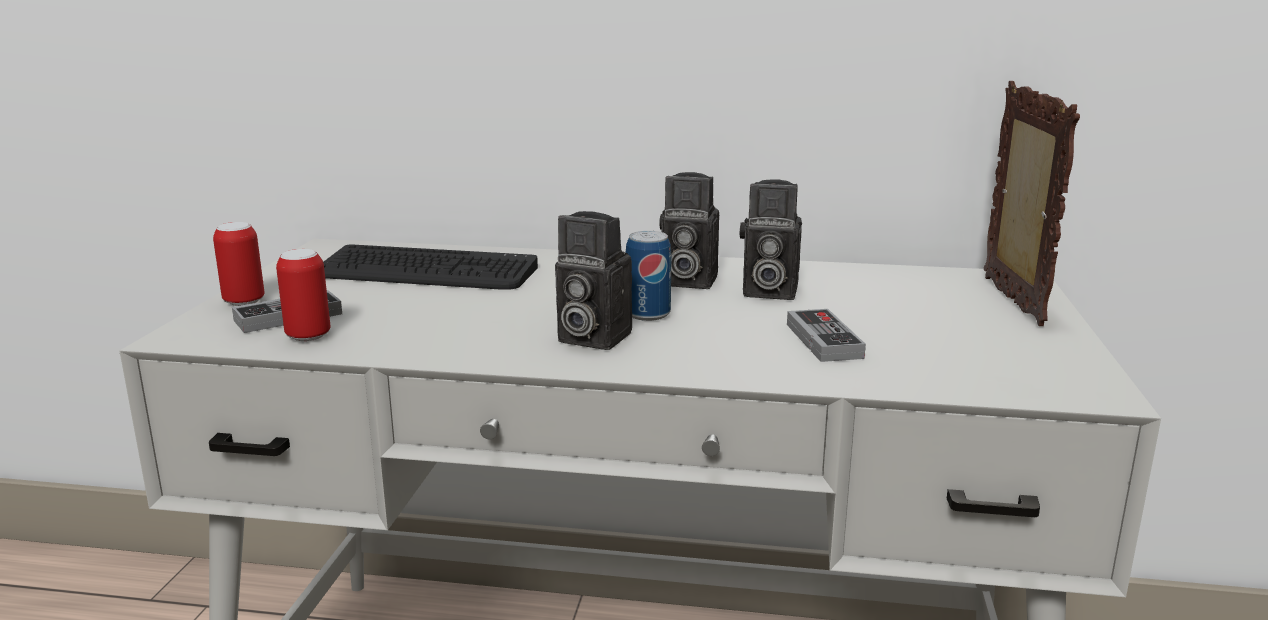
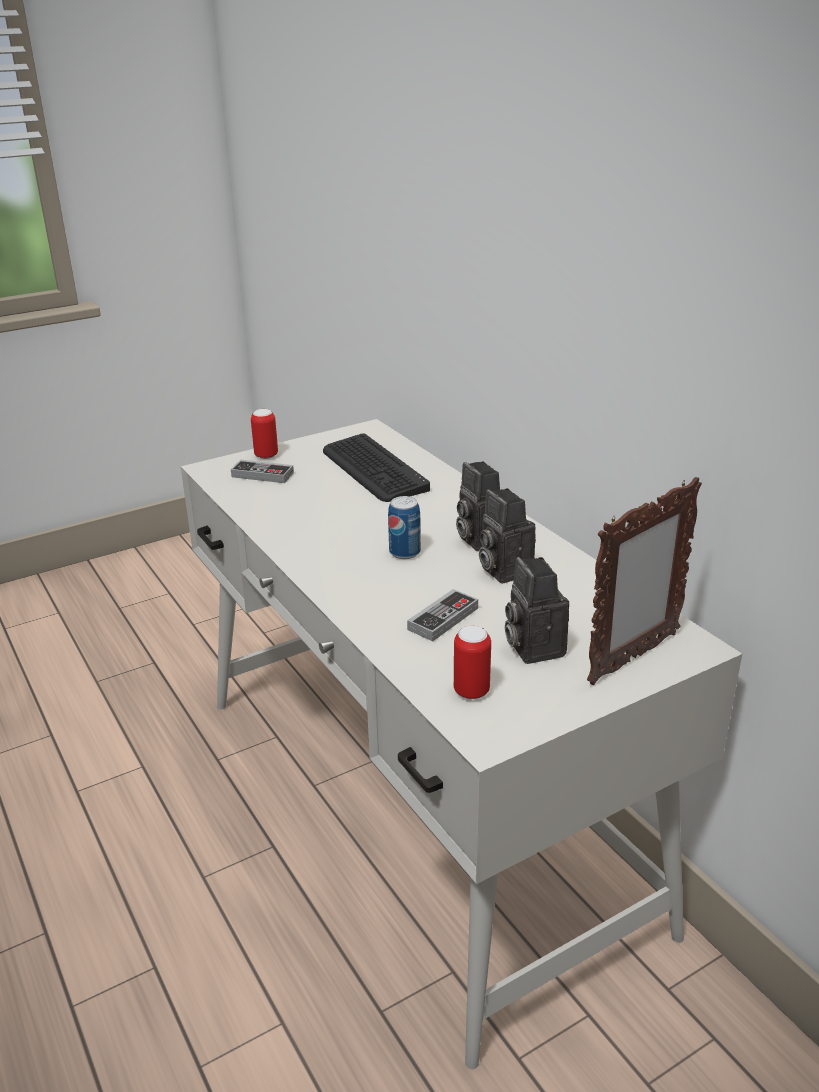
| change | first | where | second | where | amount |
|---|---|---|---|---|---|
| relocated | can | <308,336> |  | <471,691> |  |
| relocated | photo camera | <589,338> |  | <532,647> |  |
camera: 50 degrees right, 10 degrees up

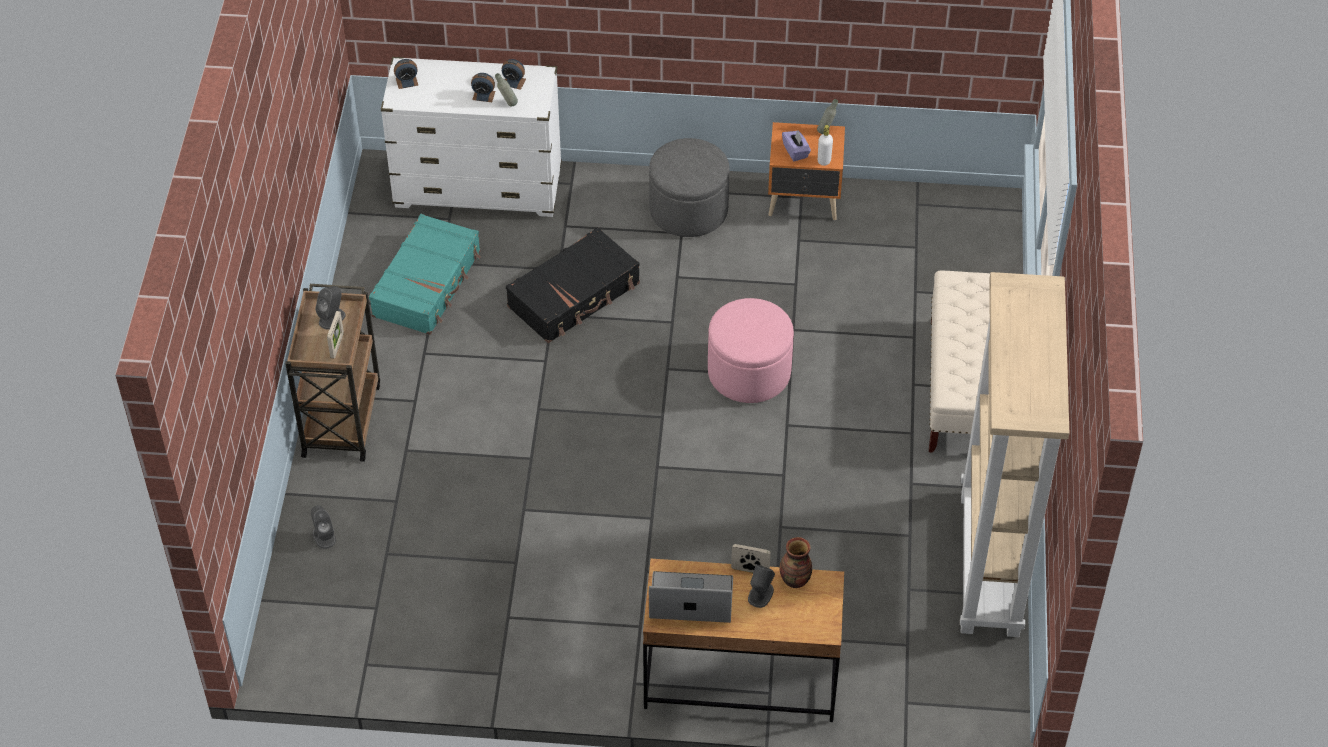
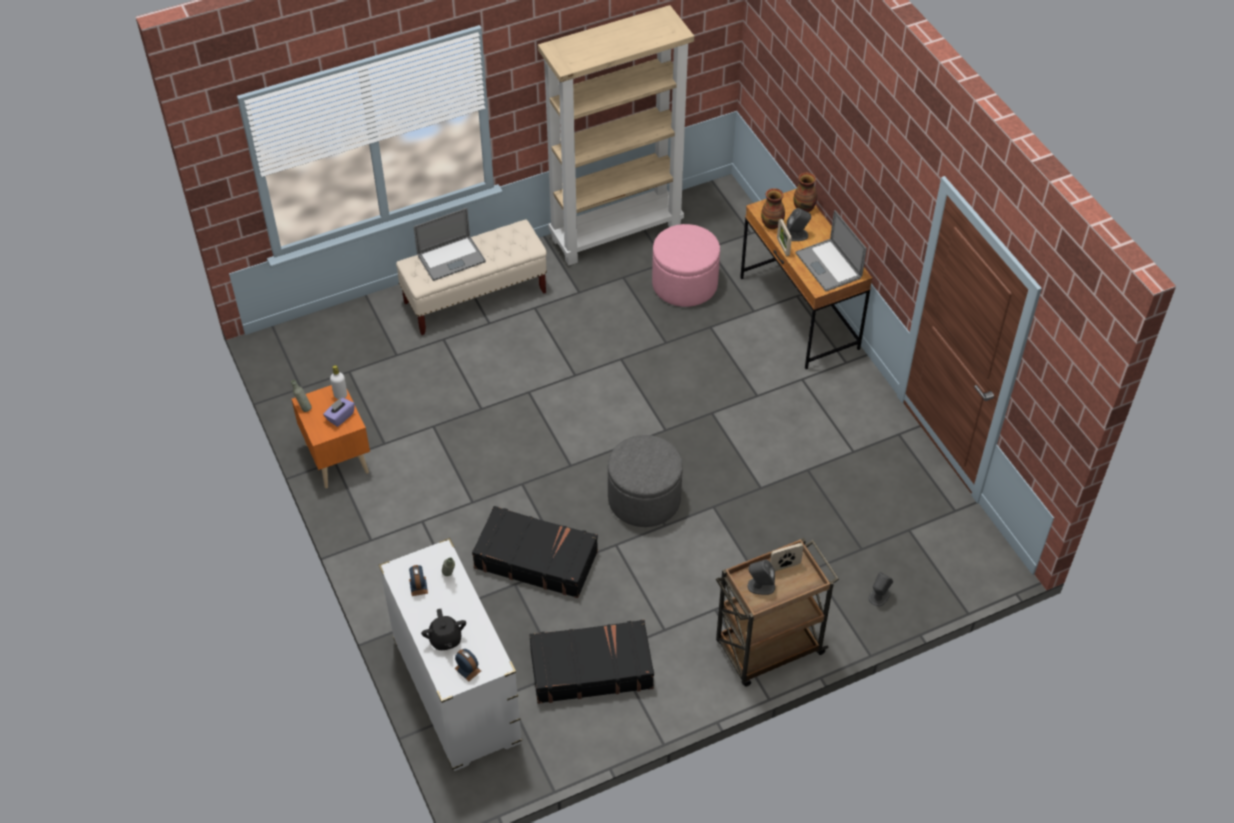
| change | first | where | second | where | amount |
|---|---|---|---|---|---|
| appeared |  |  | laptop | <451,258> |  |
| appeared |  |  | black teapot | <445,639> |  |
| colour | turquoise suitcase | <428,284> | black suitcase | <591,668> |  |
| relocated | grey ottoman | <688,210> |  | <644,499> |  |
| relocated | pink ottoman | <749,372> |  | <684,284> |  |
| appeared |  |  | vase | <804,208> |  |
| missing | alarm clock | <483,95> |  |  |  |
camera: 120 degrees left, 0 degrees up

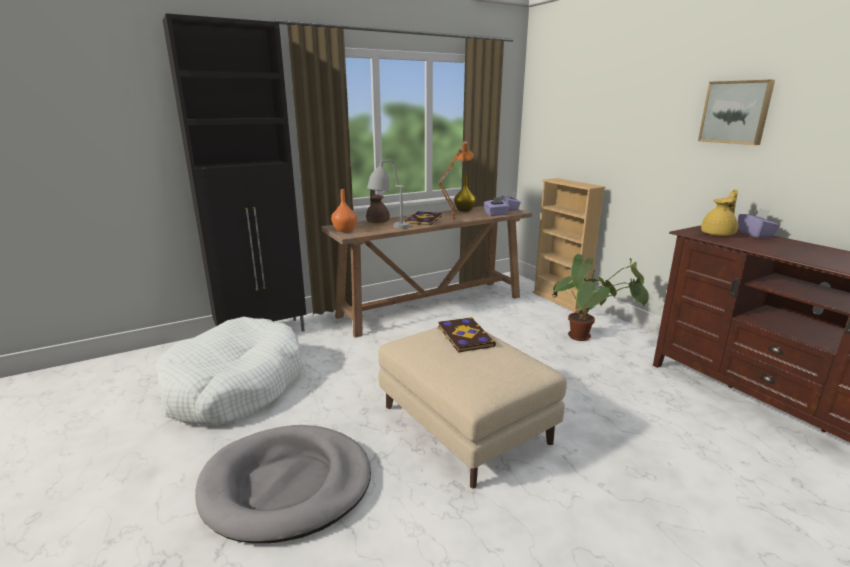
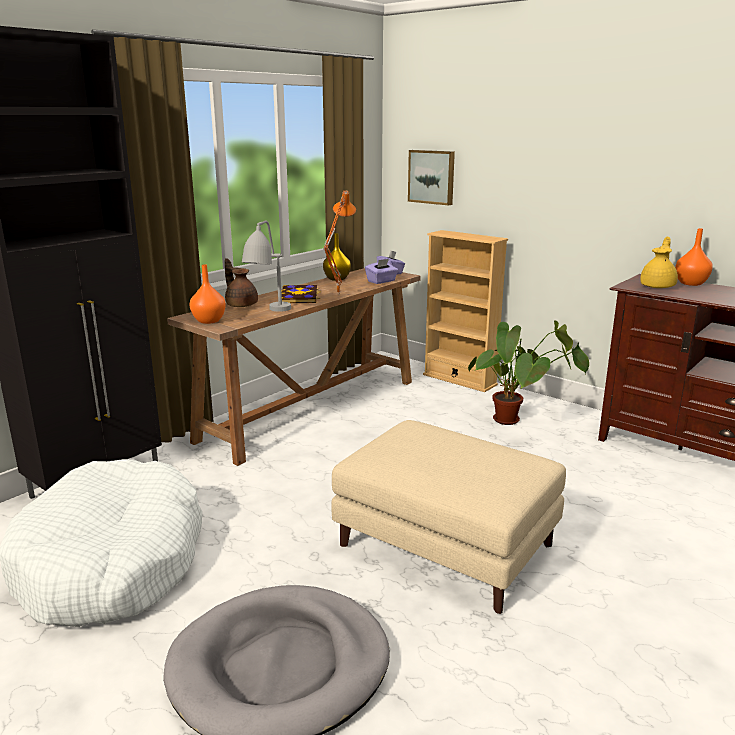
| change | first | where | second | where | amount |
|---|---|---|---|---|---|
| relocated | picture | <736,112> |  | <432,177> |  |
| exchanged | purple tissue box | <755,234> | orange vase | <690,283> |  |
| missing | book | <464,336> |  |  |  |
camera: 20 degrees left, 0 degrees up

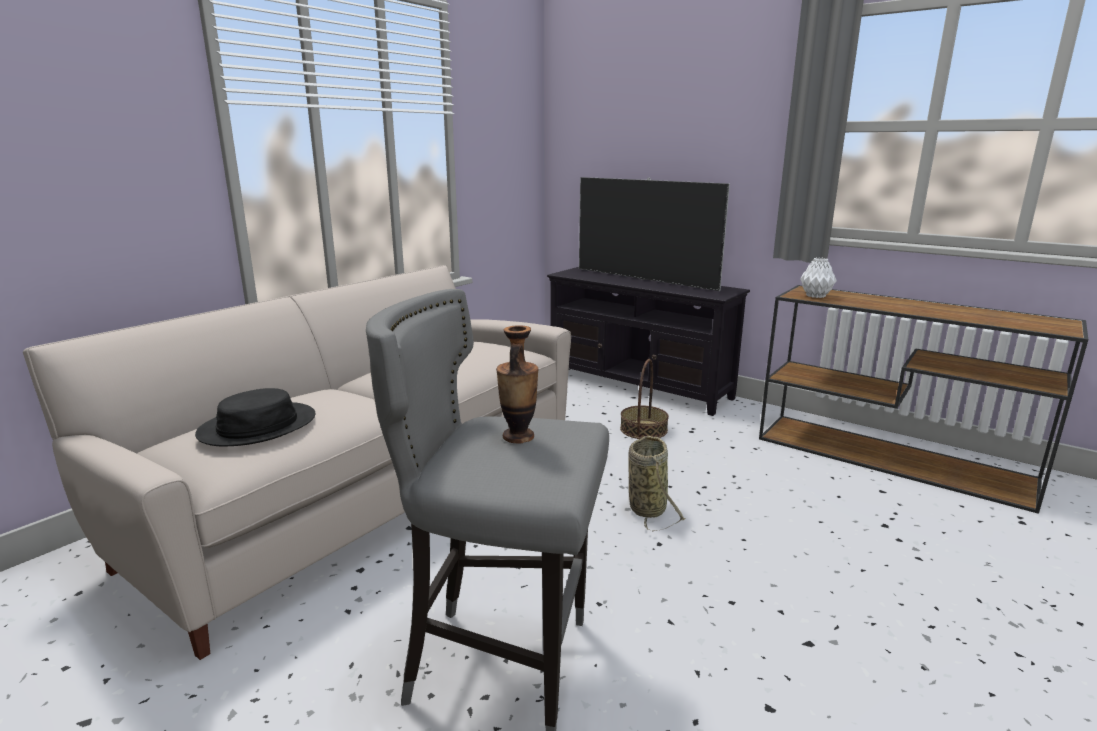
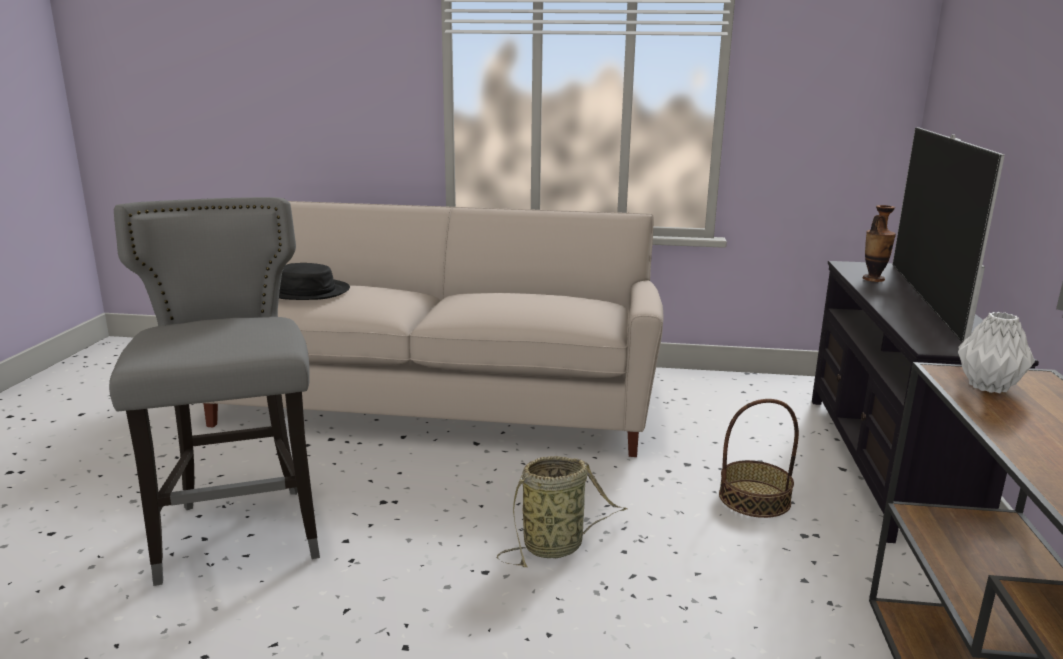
| change | first | where | second | where | amount |
|---|---|---|---|---|---|
| relocated | vase | <518,437> |  | <873,279> |  |
camera: 60 degrees right, 0 degrees up

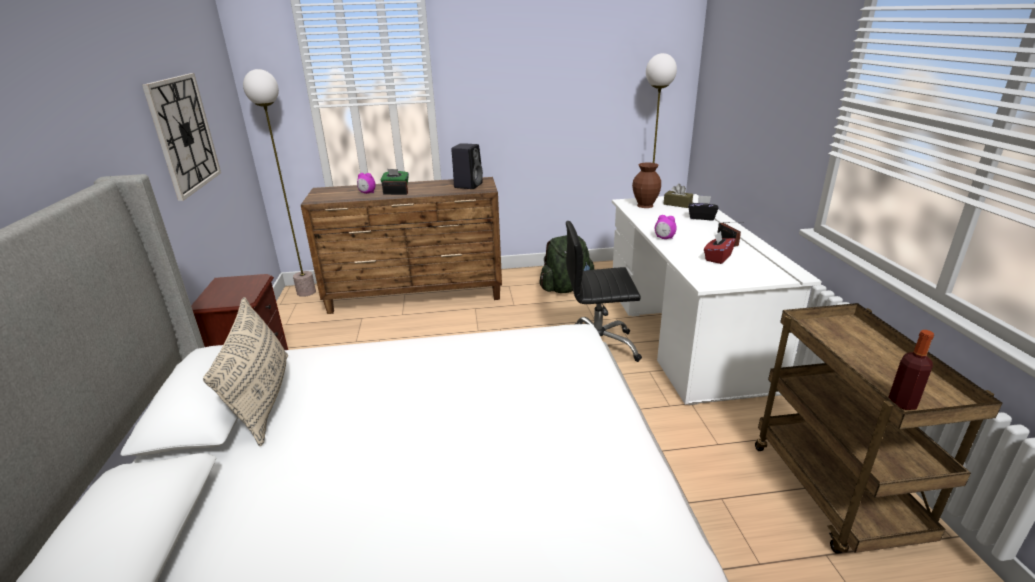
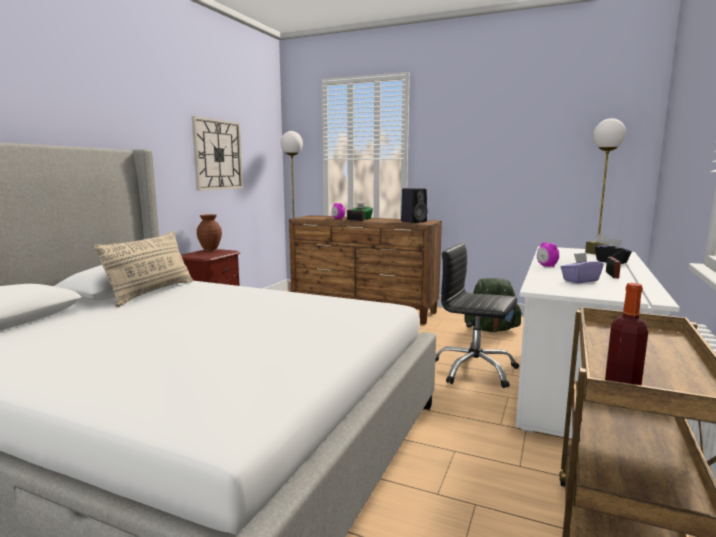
| change | first | where | second | where | amount |
|---|---|---|---|---|---|
| relocated | brown vase | <644,205> |  | <210,250> |  |
| colour | red tissue box | <717,258> | purple tissue box | <580,280> |  |
camera: 30 degrees right, 15 degrees down

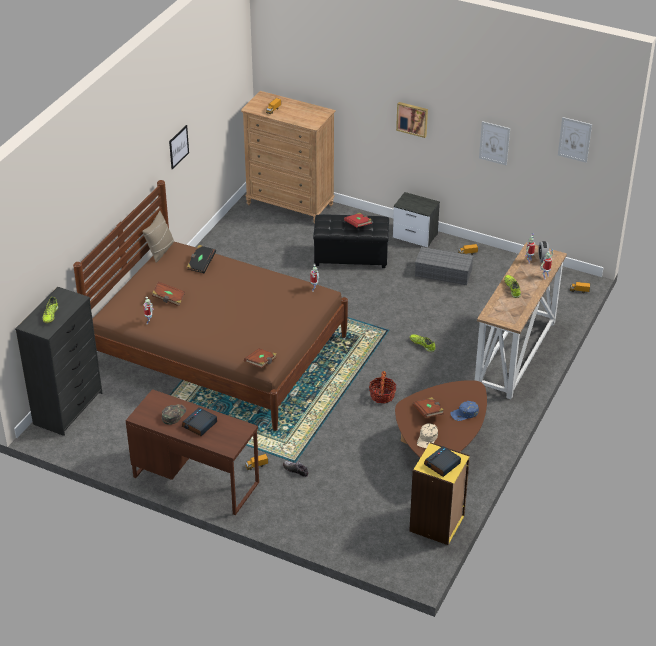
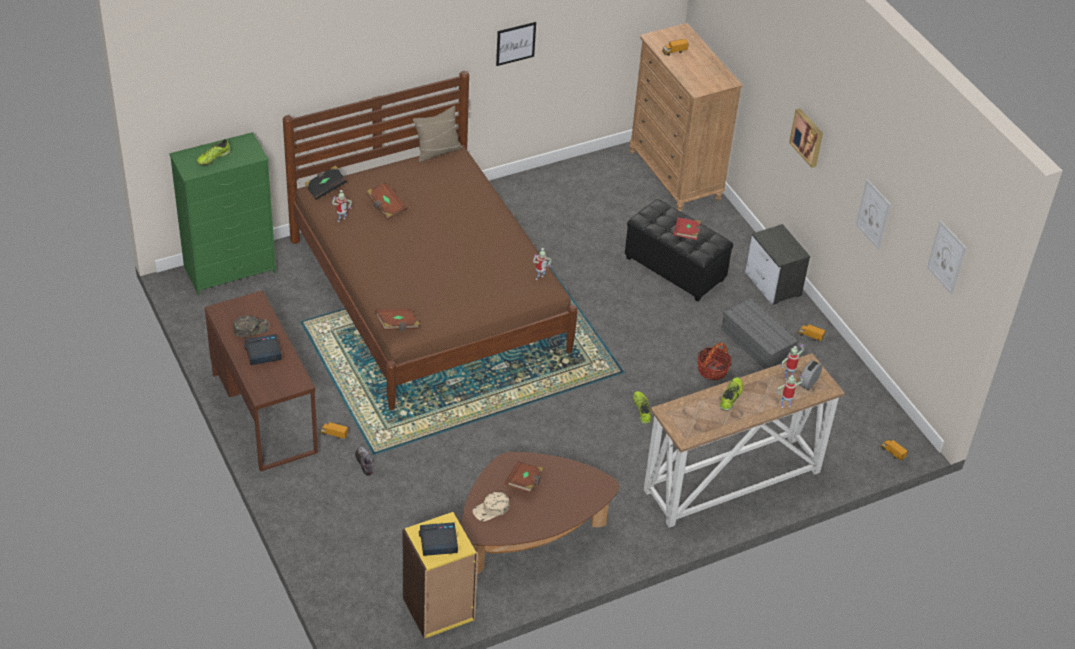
| change | first | where | second | where | amount |
|---|---|---|---|---|---|
| colour | black dresser | <68,408> | green dresser | <231,270> |  |
| relocated | black book | <201,264> |  | <325,188> |  |
| relocated | basket | <382,395> |  | <712,370> |  |
| missing | blue cap | <464,413> |  |  |  |
camera: 35 degrees right, 5 degrees up

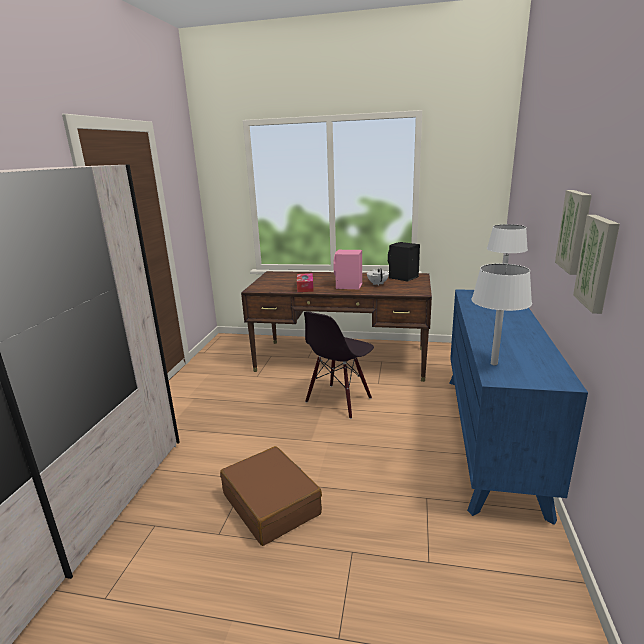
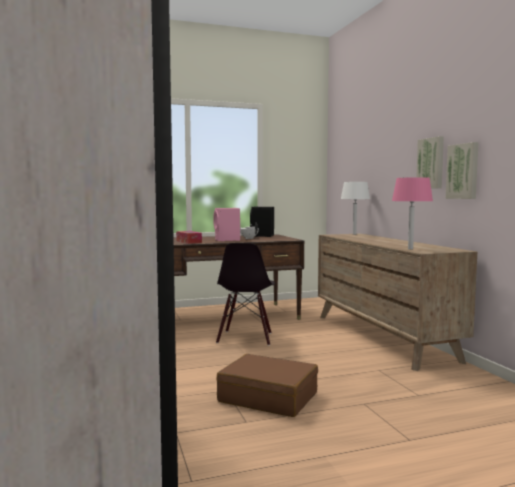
| change | first | where | second | where | amount |
|---|---|---|---|---|---|
| colour | blue dresser | <491,436> | brown dresser | <382,337> |  |
| colour | white table lamp | <494,364> | pink table lamp | <410,249> |  |
camera: 30 degrees left, 15 degrees down

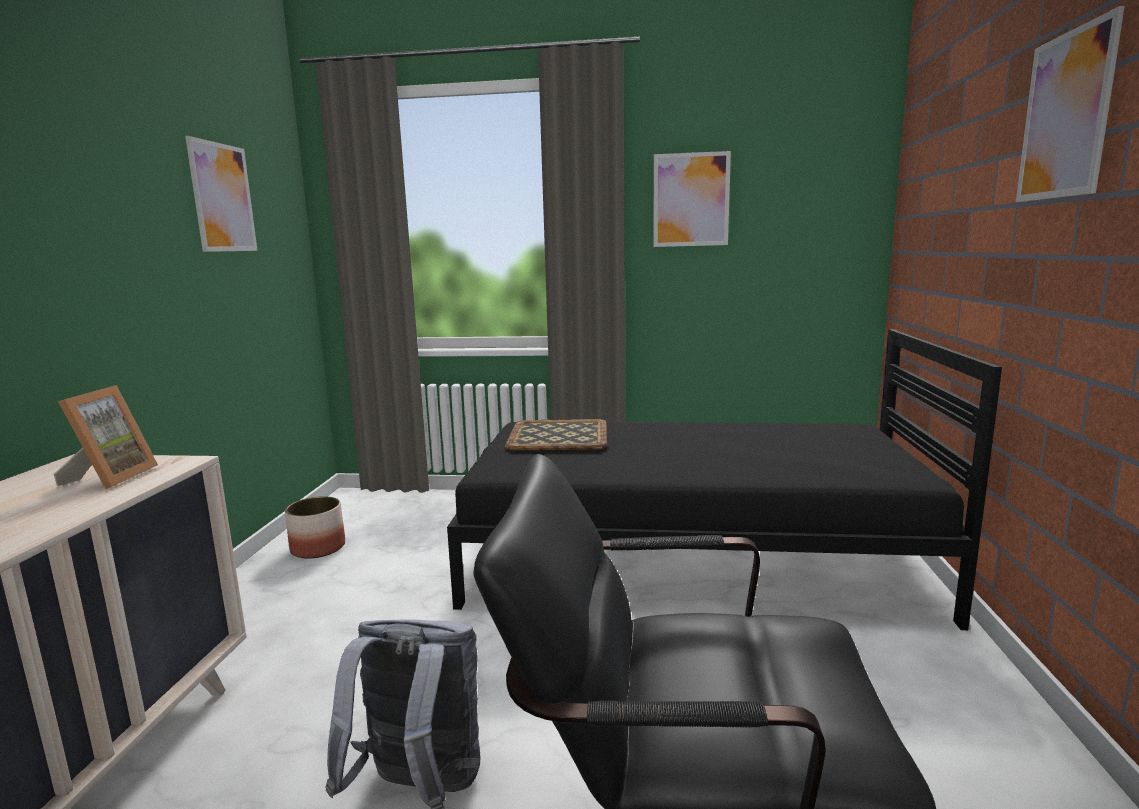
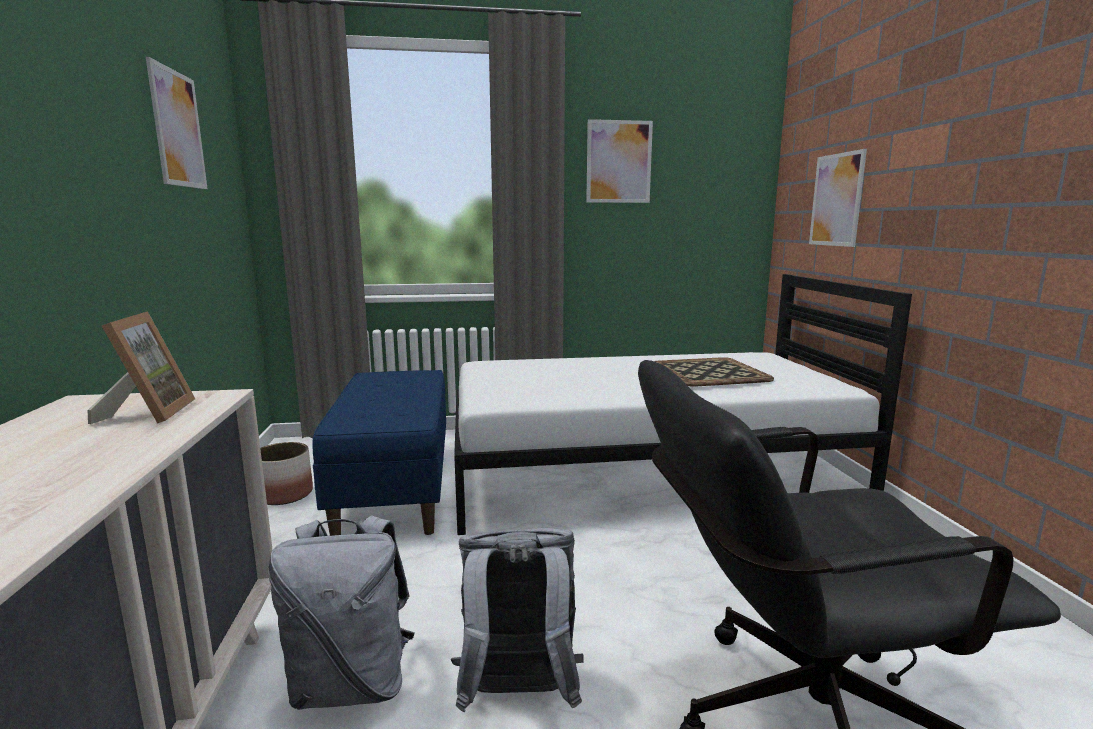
| change | first | where | second | where | amount |
|---|---|---|---|---|---|
| appeared |  |  | grey backpack | <352,684> |  |
| appeared |  |  | blue bench | <396,488> |  |
| colour | black bed | <691,559> | white bed | <646,473> |  |
| relocated | tray | <557,436> |  | <709,373> |  |
| relocated | picture | <1065,115> |  | <836,200> |  |
camera: 15 degrees left, 0 degrees up

